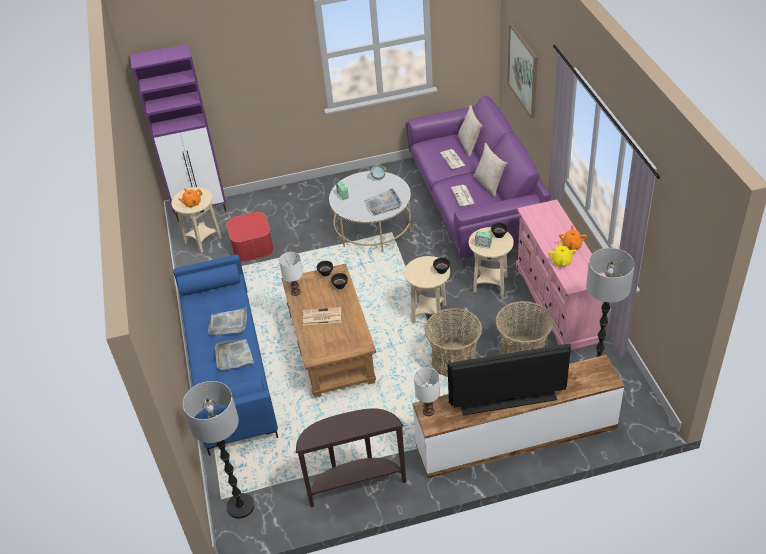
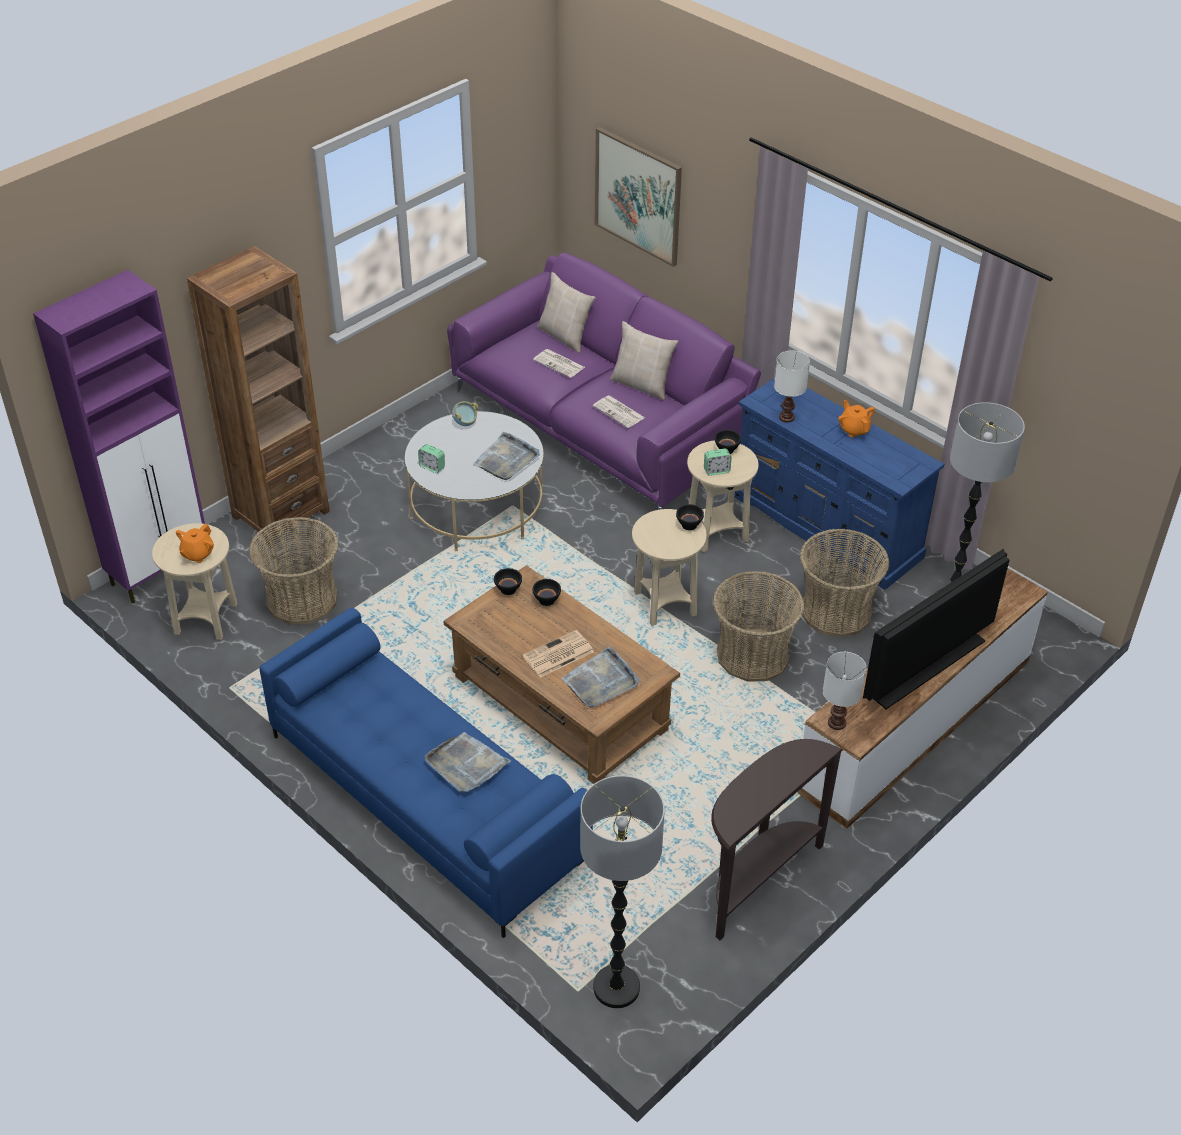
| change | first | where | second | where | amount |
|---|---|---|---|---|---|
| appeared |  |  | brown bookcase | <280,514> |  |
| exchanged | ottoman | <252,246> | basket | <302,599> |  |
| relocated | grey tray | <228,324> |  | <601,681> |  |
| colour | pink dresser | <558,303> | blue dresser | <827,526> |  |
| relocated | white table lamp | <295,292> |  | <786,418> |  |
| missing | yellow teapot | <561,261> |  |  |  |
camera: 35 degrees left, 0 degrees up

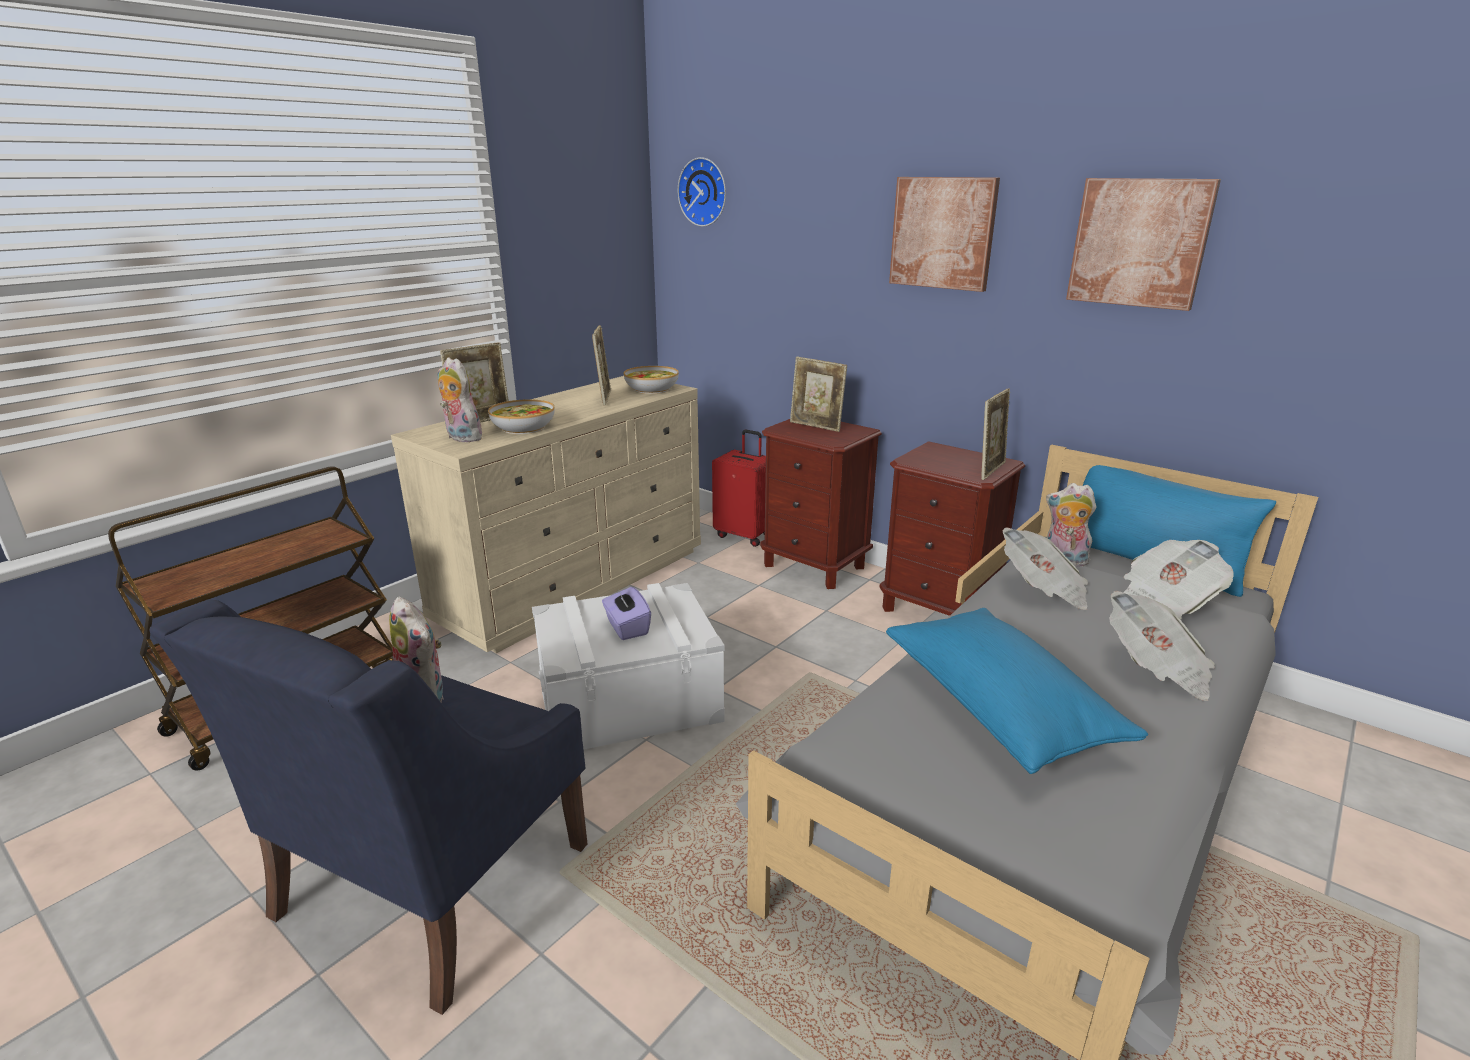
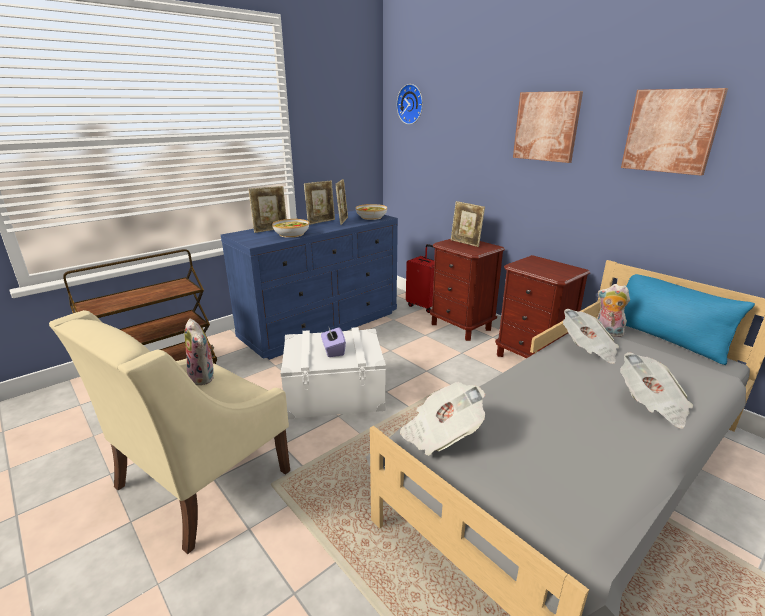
| change | first | where | second | where | amount |
|---|---|---|---|---|---|
| colour | blue armchair | <430,881> | beige armchair | <201,479> |  |
| colour | beige dresser | <576,582> | blue dresser | <322,325> |  |
| relocated | picture frame | <990,470> |  | <321,222> |  |
| relocated | newspaper | <1164,602> |  | <440,434> |  |
| missing | plush toy | <461,438> |  |  |  |
| missing | blue pillow | <998,708> |  |  |  |
camera: 10 degrees right, 0 degrees up

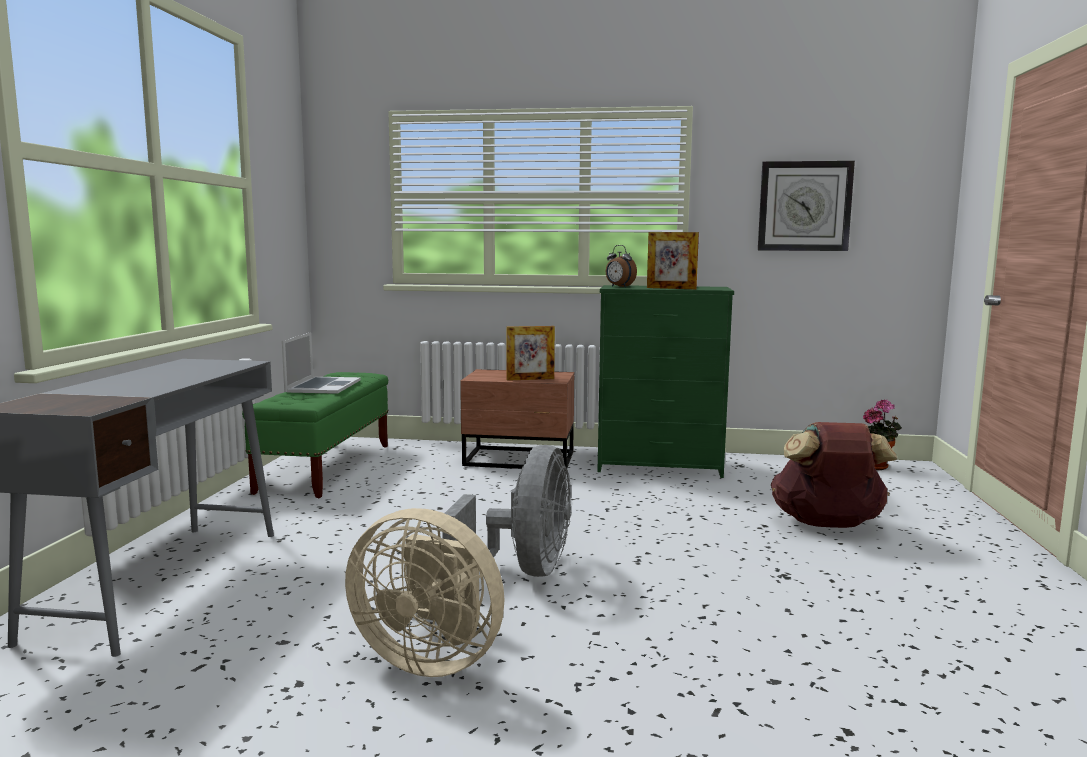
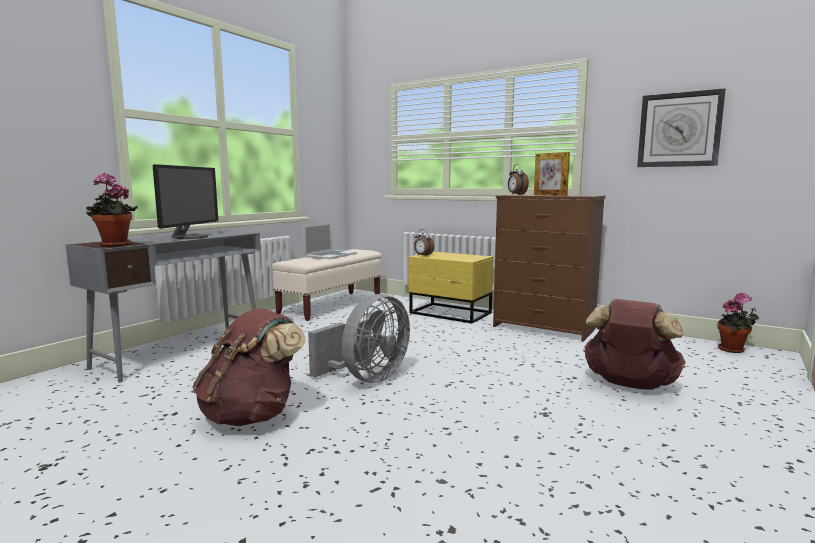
| change | first | where | second | where | amount |
|---|---|---|---|---|---|
| appeared |  |  | potted plant | <114,245> |  |
| appeared |  |  | monitor | <190,237> |  |
| exchanged | beige fan | <430,658> | brown backpack | <252,415> |  |
| colour | green bench | <326,468> | beige bench | <331,306> |  |
| colour | brown nightstand | <520,460> | yellow nightstand | <450,314> |  |
| appeared |  |  | alarm clock | <423,256> |  |
| colour | green dresser | <660,466> | brown dresser | <544,328> |  |
| missing | picture frame | <530,379> |  |  |  |
camera: 25 degrees right, 0 degrees up

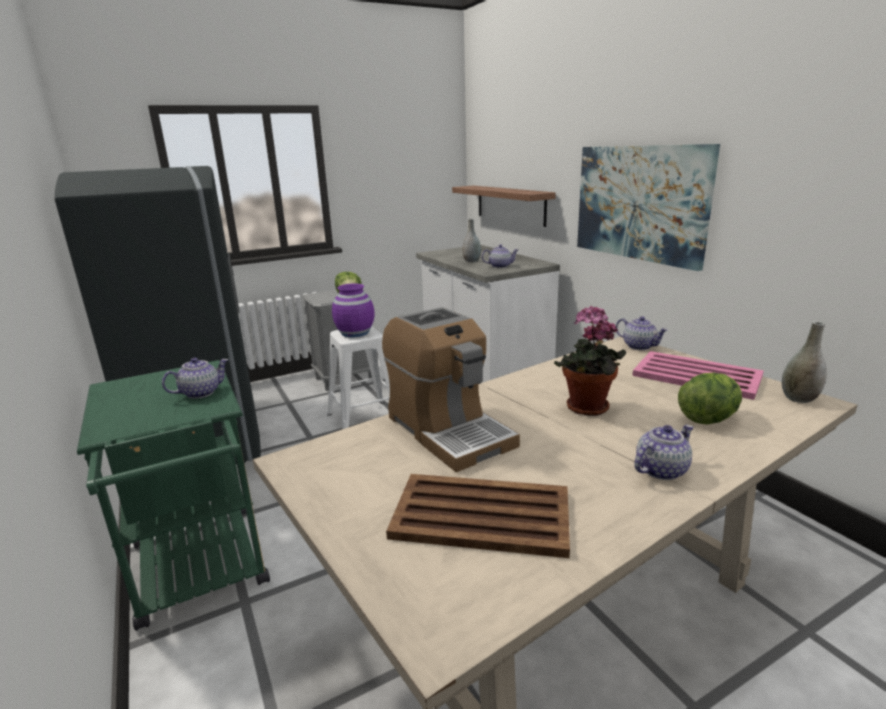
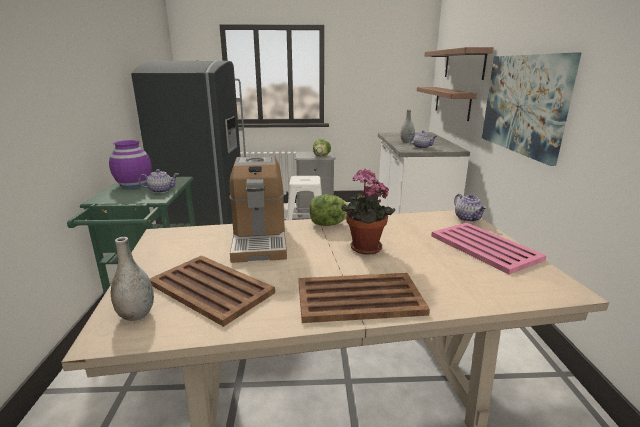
| change | first | where | second | where | amount |
|---|---|---|---|---|---|
| relocated | purple vase | <355,333> |  | <134,184> |  |
| relocated | grey vase | <799,399> |  | <136,315> |  |
| exchanged | teapot | <661,470> | brown tray | <358,298> |  |
| relocated | lettuce | <707,419> |  | <328,224> |  |
| appeared |  |  | shelf | <464,64> |  |
camera: 25 degrees right, 0 degrees up

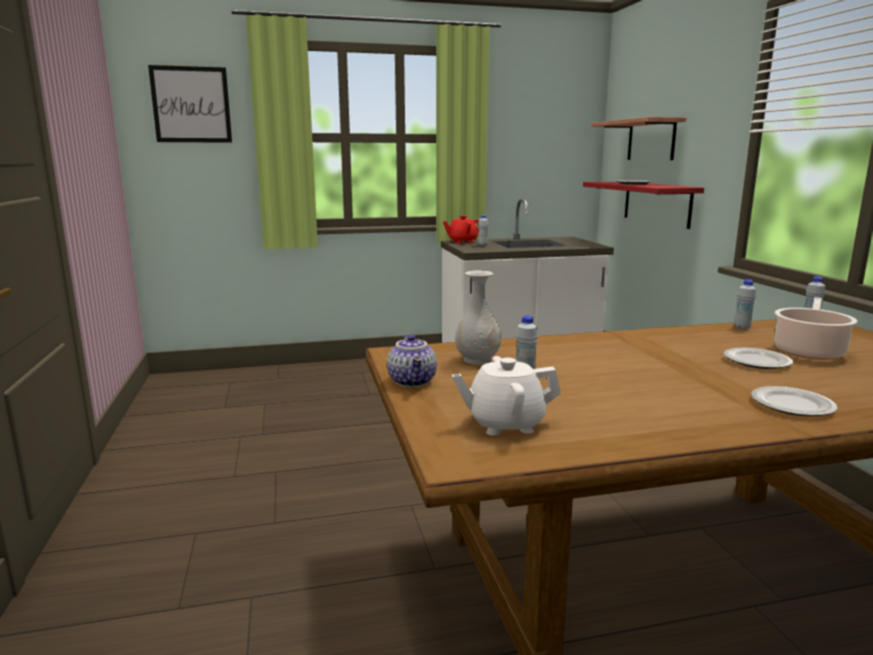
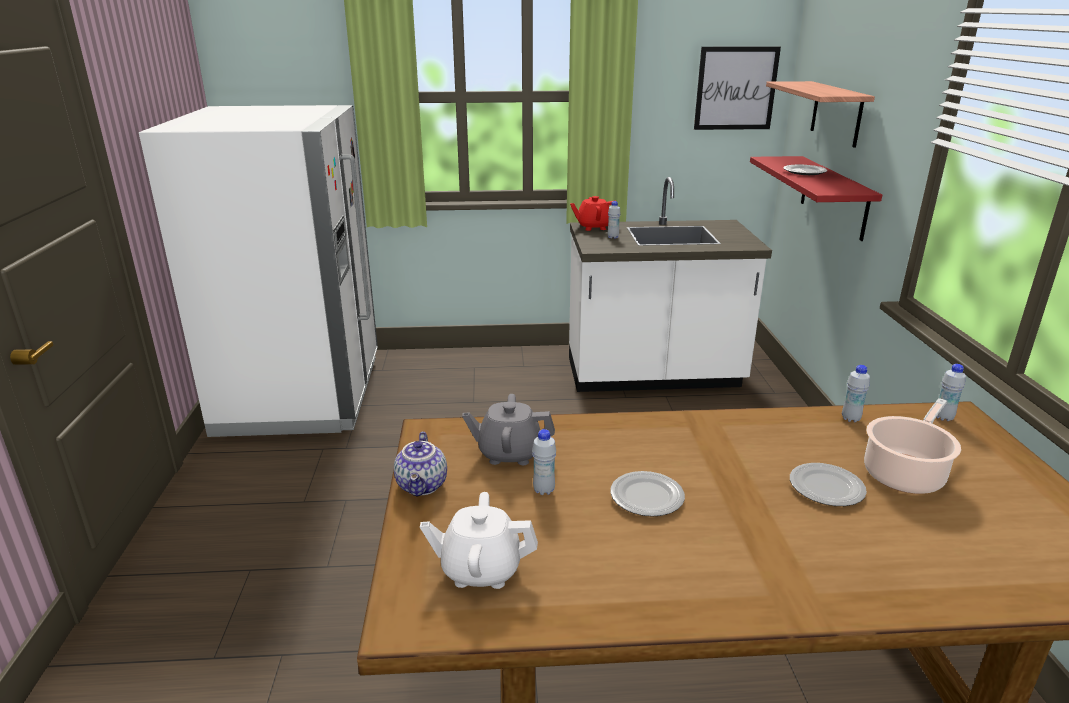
| change | first | where | second | where | amount |
|---|---|---|---|---|---|
| appeared |  |  | white fridge | <302,394> |  |
| exchanged | white vase | <478,360> | grey teapot | <509,453> |  |
| relocated | plate | <791,405> |  | <646,497> |  |
| relocated | picture | <191,105> |  | <736,88> |  |
camera: 10 degrees right, 10 degrees up

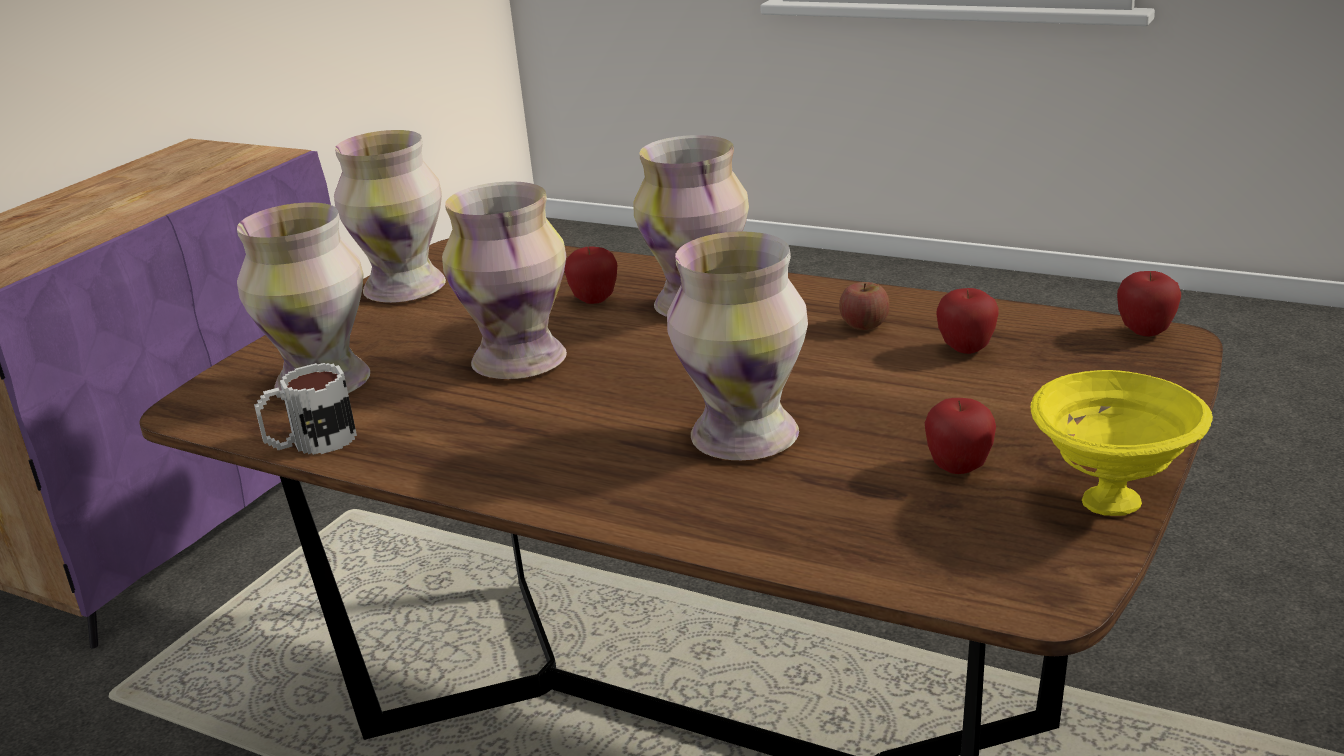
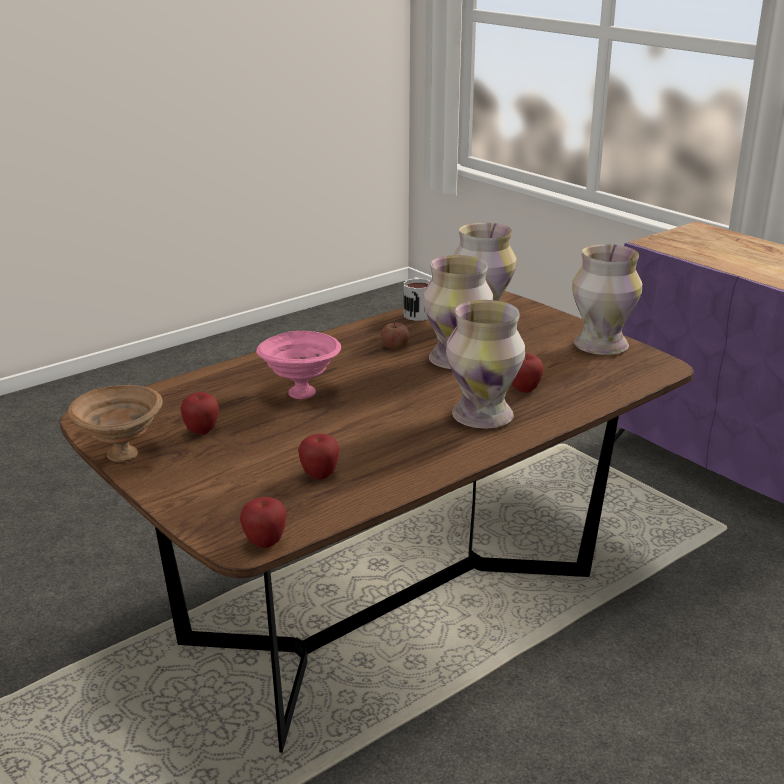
| change | first | where | second | where | amount |
|---|---|---|---|---|---|
| colour | yellow bowl | <1113,500> | brown bowl | <123,456> |  |
| exchanged | vase | <747,438> | pink bowl | <299,393> |  |
| relocated | apple | <864,325> |  | <395,347> |  |
camera: 110 degrees right, 0 degrees up

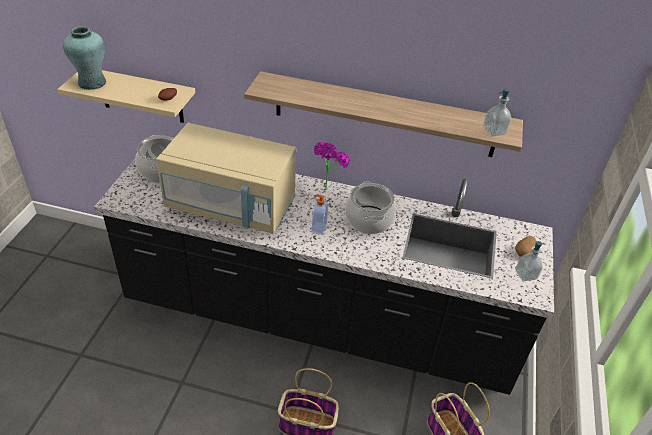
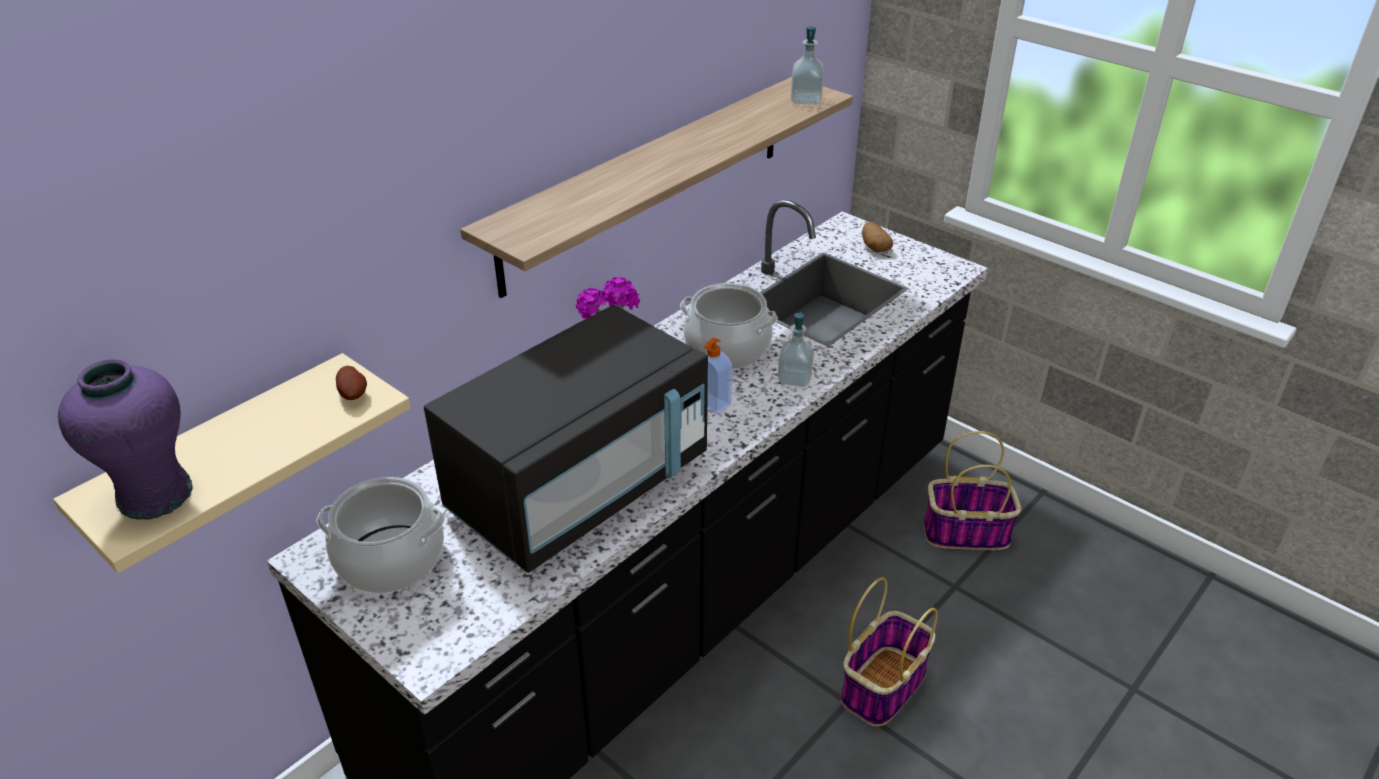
| change | first | where | second | where | amount |
|---|---|---|---|---|---|
| colour | turquoise vase | <92,83> | purple vase | <154,495> |  |
| colour | beige microwave | <231,205> | black microwave | <580,487> |  |
| relocated | soap dispenser | <526,274> |  | <794,378> |  |
camera: 60 degrees left, 5 degrees down

